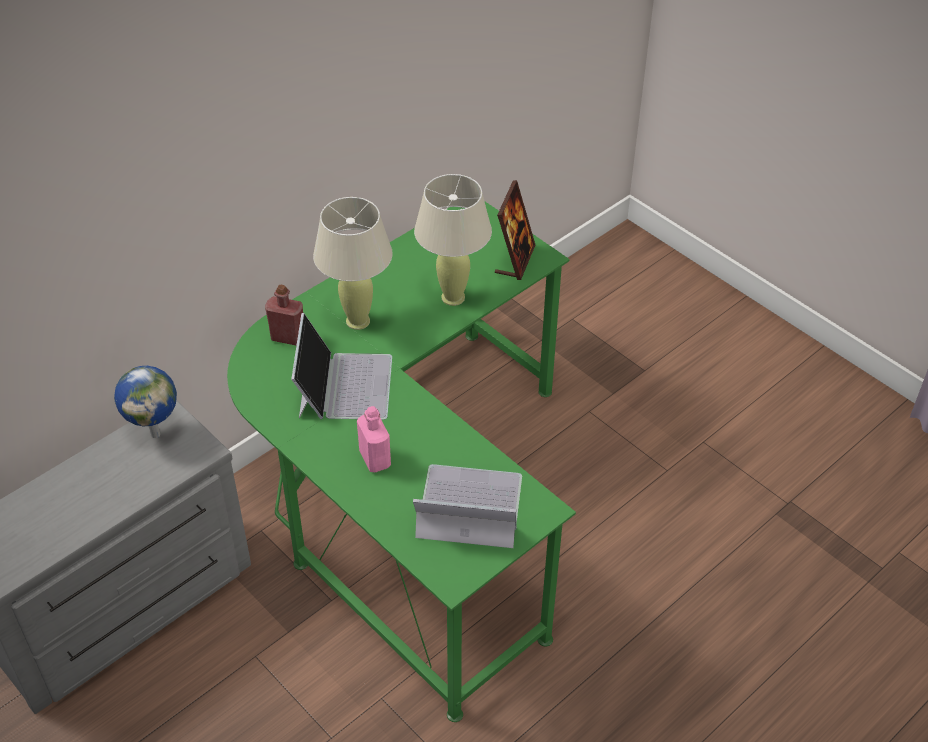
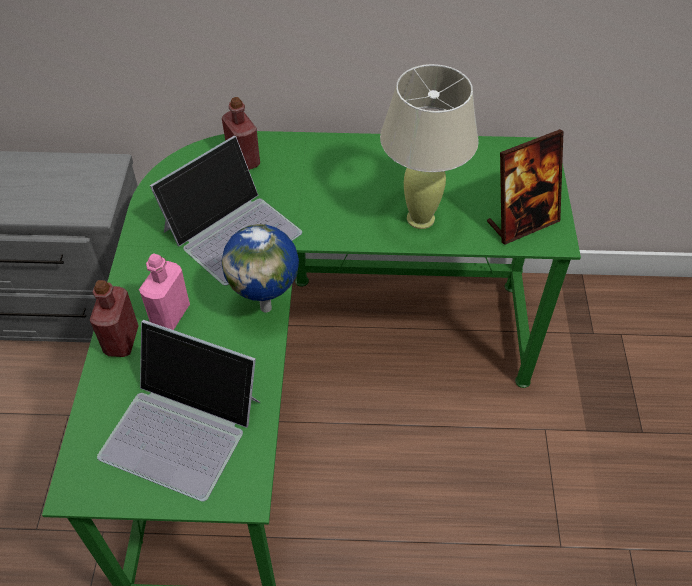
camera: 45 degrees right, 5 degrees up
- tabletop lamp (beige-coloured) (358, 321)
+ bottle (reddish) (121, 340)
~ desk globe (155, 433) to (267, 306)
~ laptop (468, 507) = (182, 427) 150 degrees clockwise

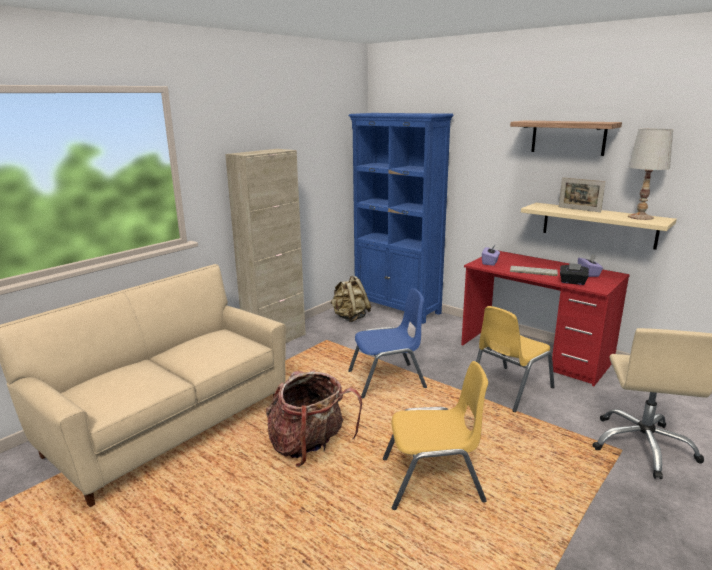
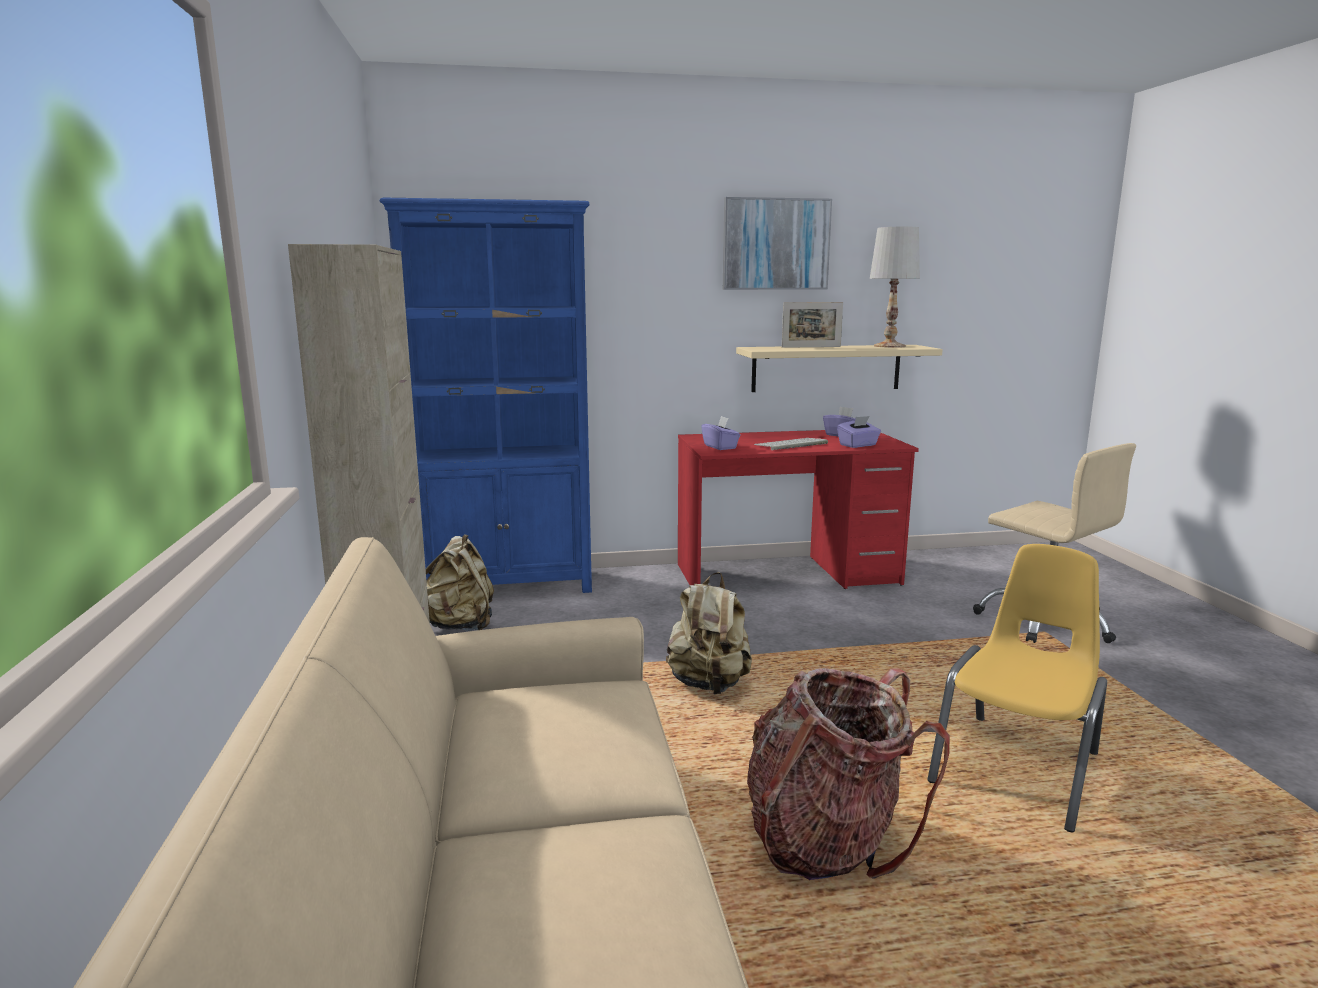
camera: 50 degrees left, 5 degrees down
- plain chair (yellow) (509, 389)
~ plain chair (bluish) (387, 380) to backpack (beige-coloured) (709, 684)
~ wall shelf (568, 137) to wall picture (775, 244)
~ tissue holder (black-coloured) (572, 282) to tissue holder (purplish) (858, 445)

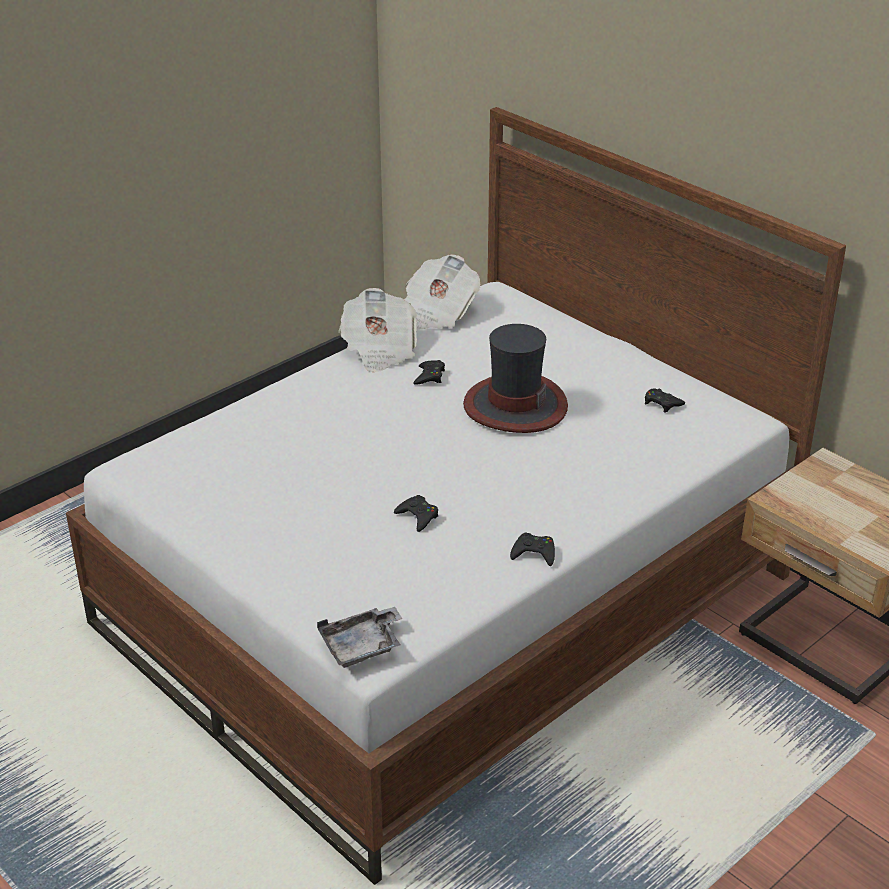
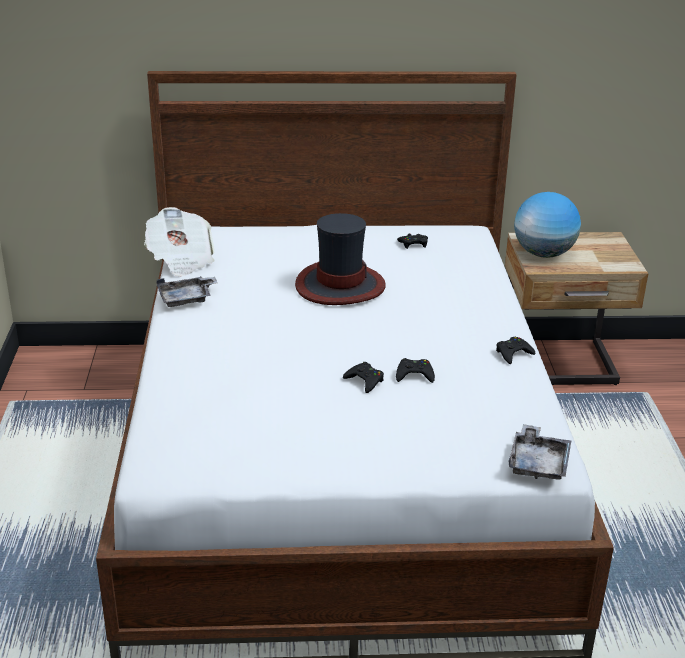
camera: 50 degrees left, 5 degrees down
+ desk globe (543, 254)
~ game controller (black-coloured) (429, 376) to (365, 381)
~ printed paper (379, 350) to serving tray (grey) (186, 299)

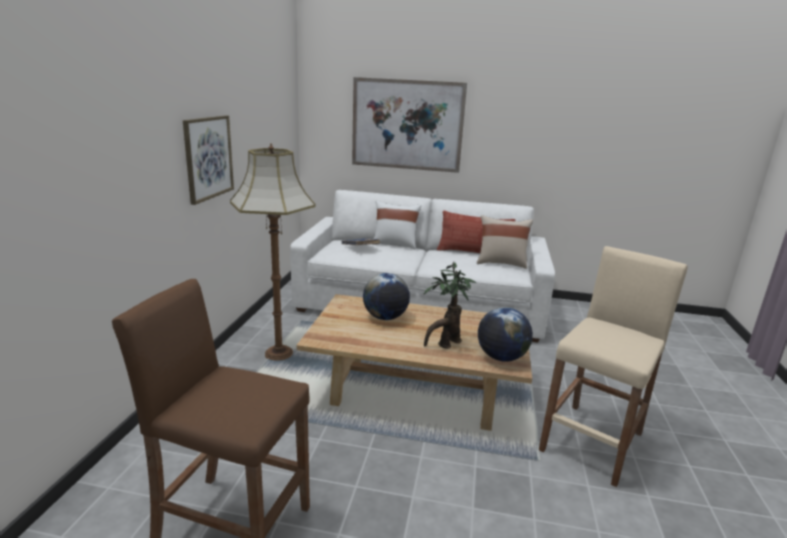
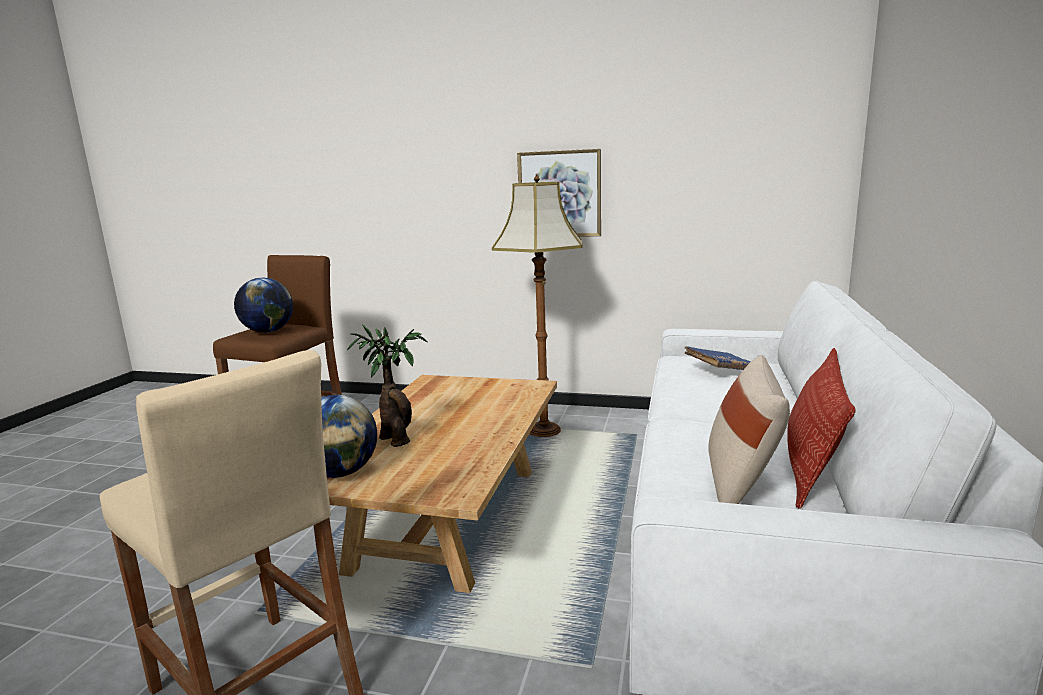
camera: 95 degrees right, 5 degrees down
- wall picture (407, 125)
- pillow (whitish) (395, 244)
~ desk globe (385, 317) to (267, 331)

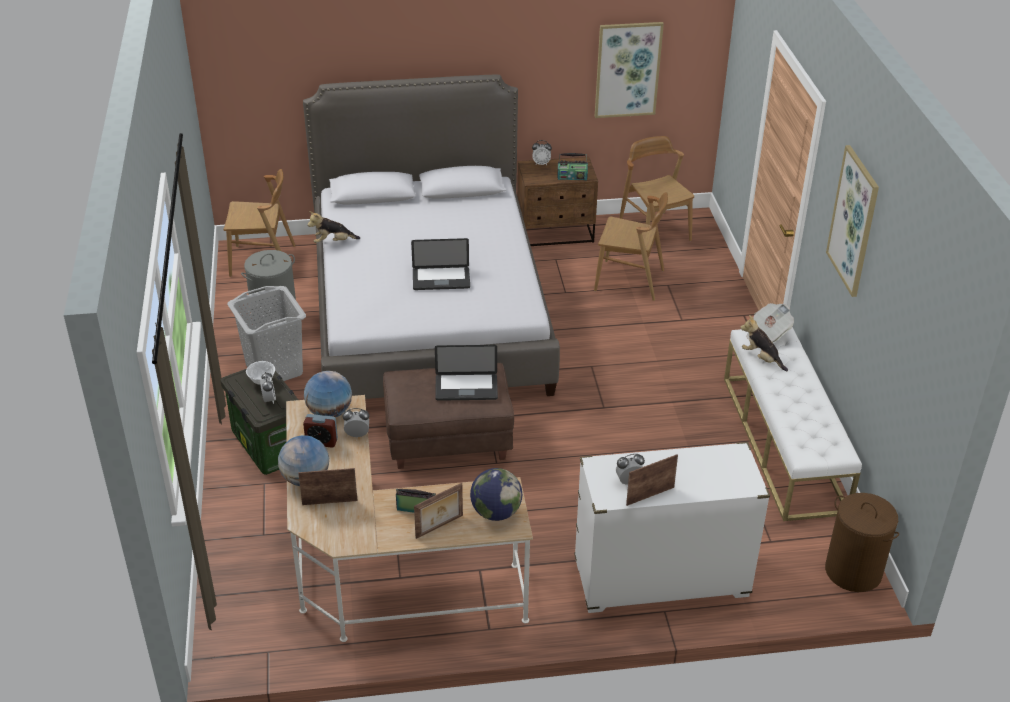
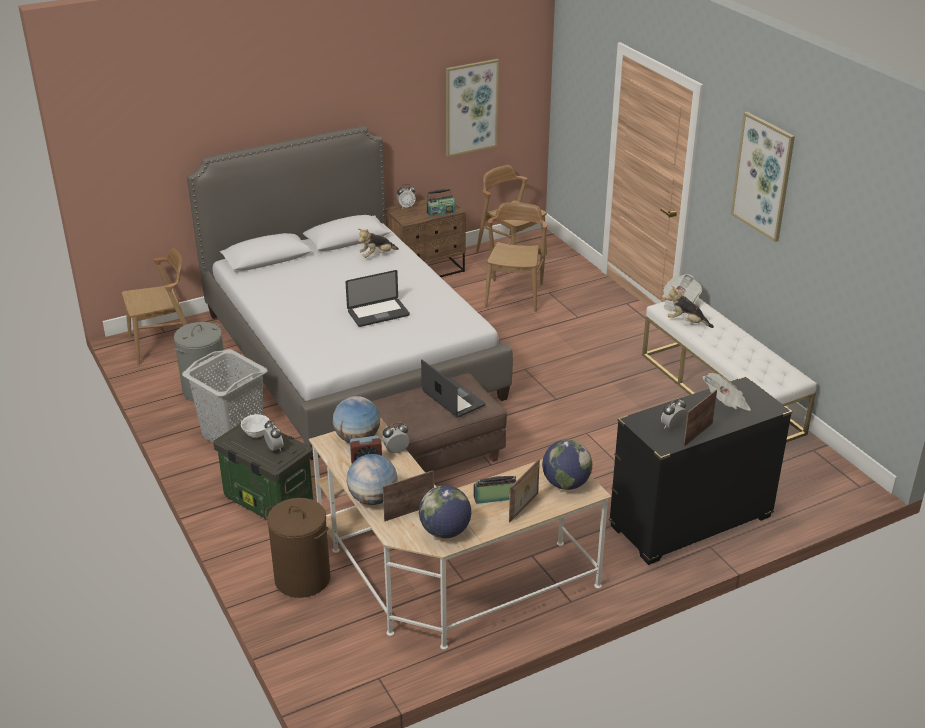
camera: 20 degrees left, 5 degrees down
+ desk globe (445, 531)
+ printed paper (725, 403)
~ cuddly toy (333, 242) to (377, 255)
~ washing basket (brown-coloured) (852, 571) to (302, 578)
~ drawer chest (whitish) (660, 579) to drawer chest (black-coloured) (690, 522)
~ laptop (466, 388) = (453, 398) 105 degrees counterclockwise
~ plain chair (brown-coloured) (629, 280) = (514, 295) 75 degrees counterclockwise

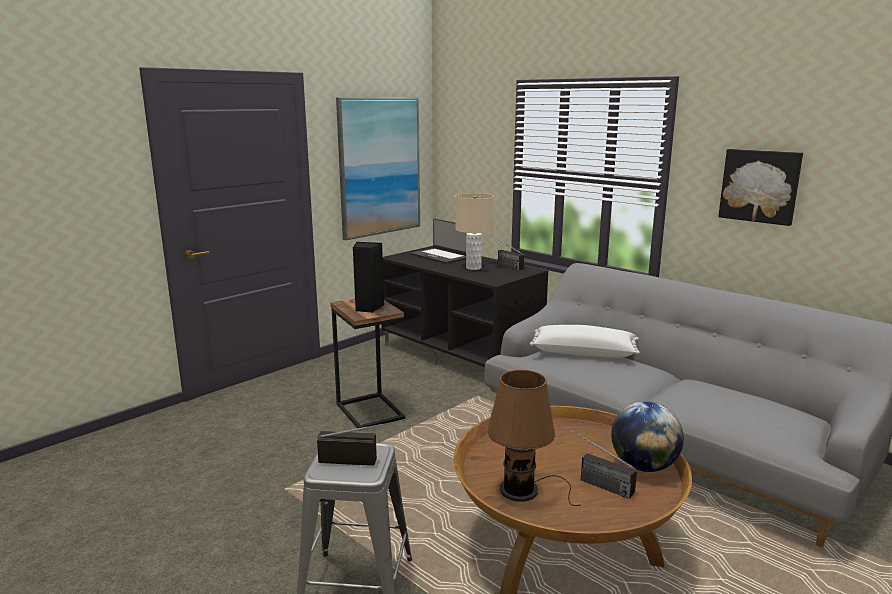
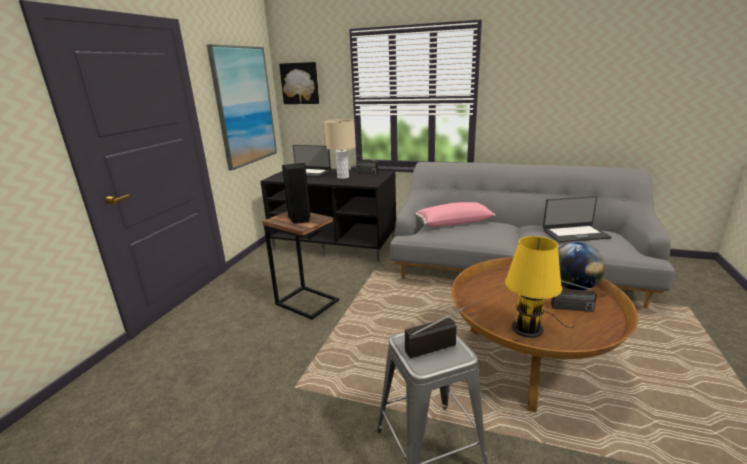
camera: 25 degrees left, 5 degrees up
+ laptop (575, 234)
~ wall picture (760, 186) to (300, 83)
~ tabletop lamp (brown-coloured) (523, 490) to tabletop lamp (yellow) (529, 327)
~ pillow (whitish) (584, 352) to pillow (pink) (454, 222)

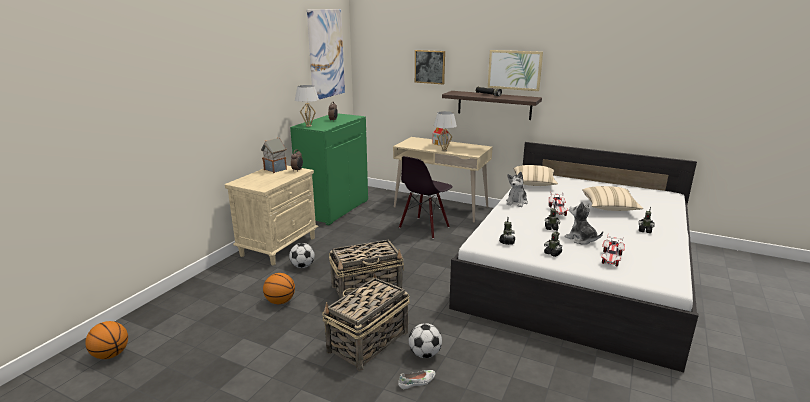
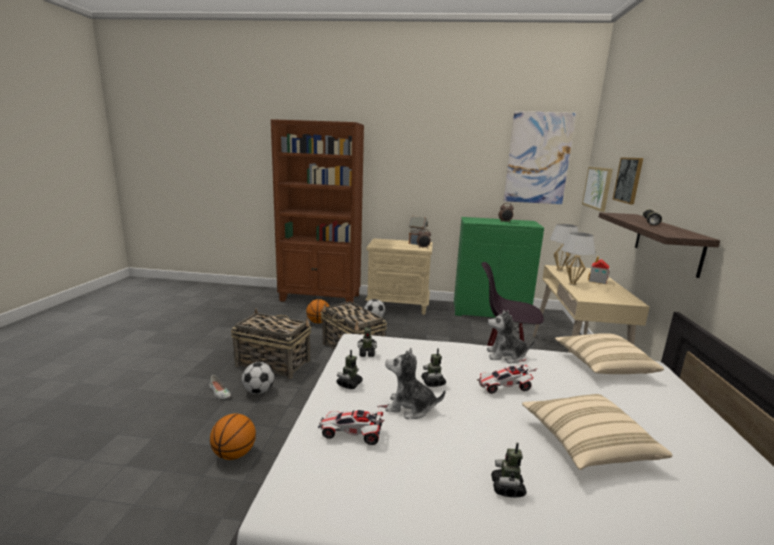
camera: 70 degrees right, 5 degrees down
+ bookshelf (brown-coloured) (321, 298)
~ basketball (111, 354) to (235, 454)
~ tabletop lamp (whitish) (309, 126) to (559, 270)
~ wall picture (514, 70) to (597, 188)
~ cuddly toy (581, 239) = (410, 407) 105 degrees counterclockwise

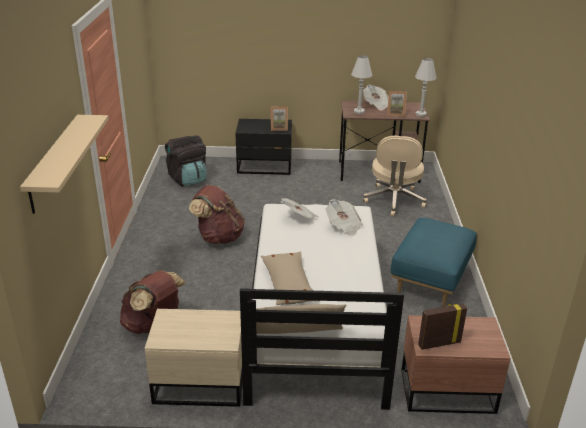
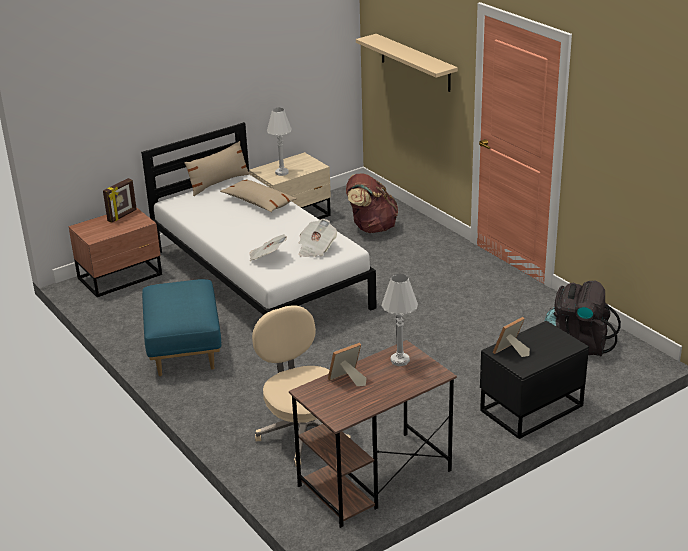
camera: 145 degrees right, 0 degrees up
- backpack (brown-coloured) (219, 237)
- printed paper (376, 105)
~ tabletop lamp (whitish) (421, 114) to (282, 173)

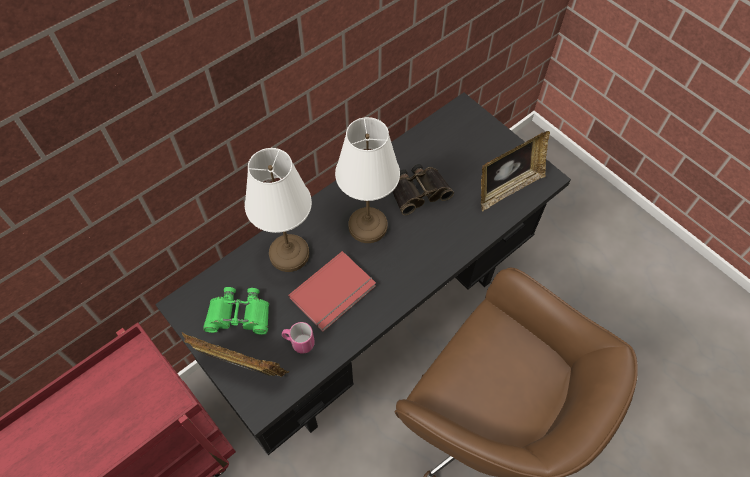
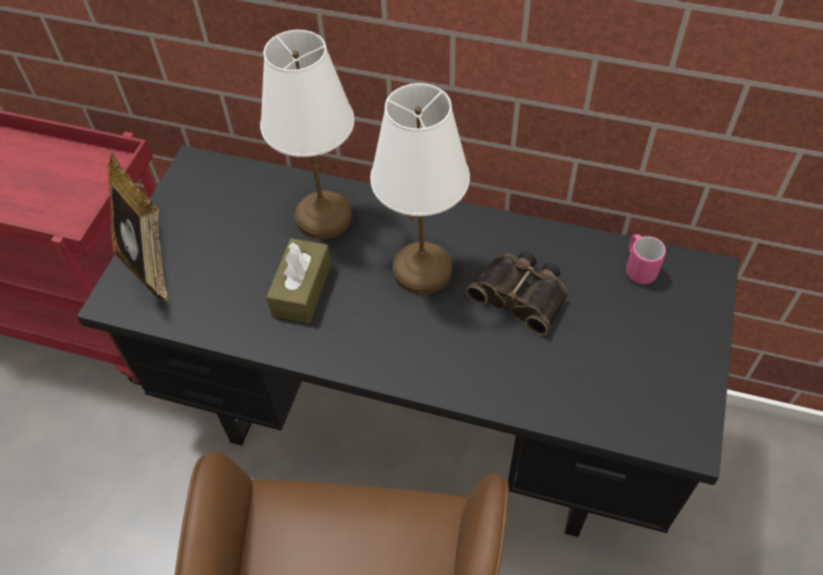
camera: 60 degrees right, 5 degrees down
- pair of binoculars (green) (239, 315)
- standing frame (507, 188)
~ coffee mug (pink) (299, 342) to (638, 268)
~ book (reddish) (334, 293) to tissue holder (brown-coloured) (302, 289)

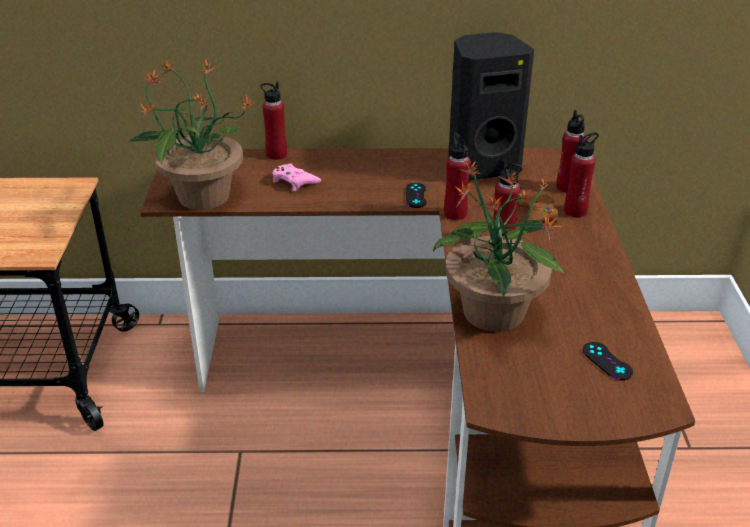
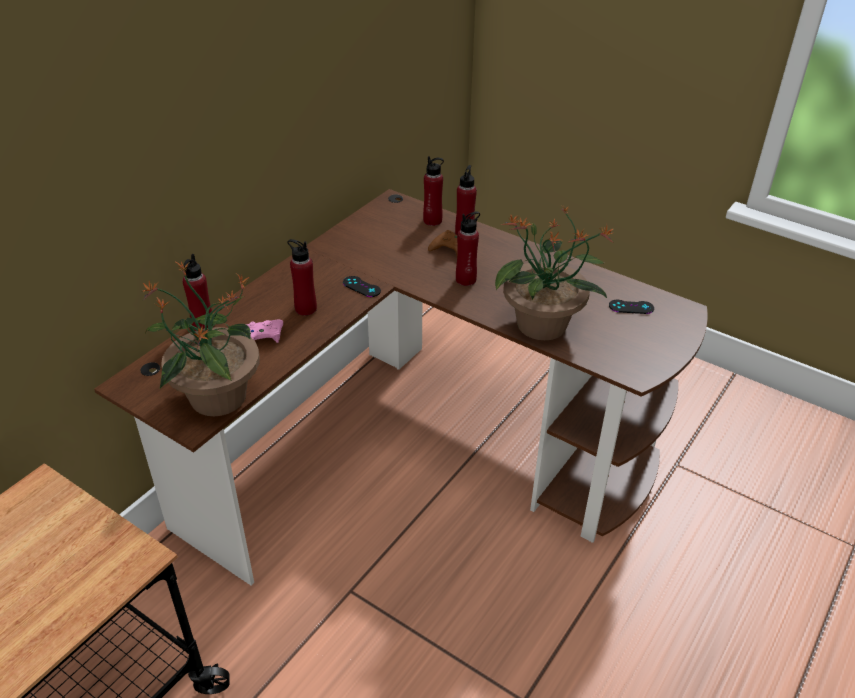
camera: 55 degrees left, 5 degrees up
- loudspeaker (black-coloured) (481, 166)
~ bottle (reddish) (455, 214) to (305, 309)

